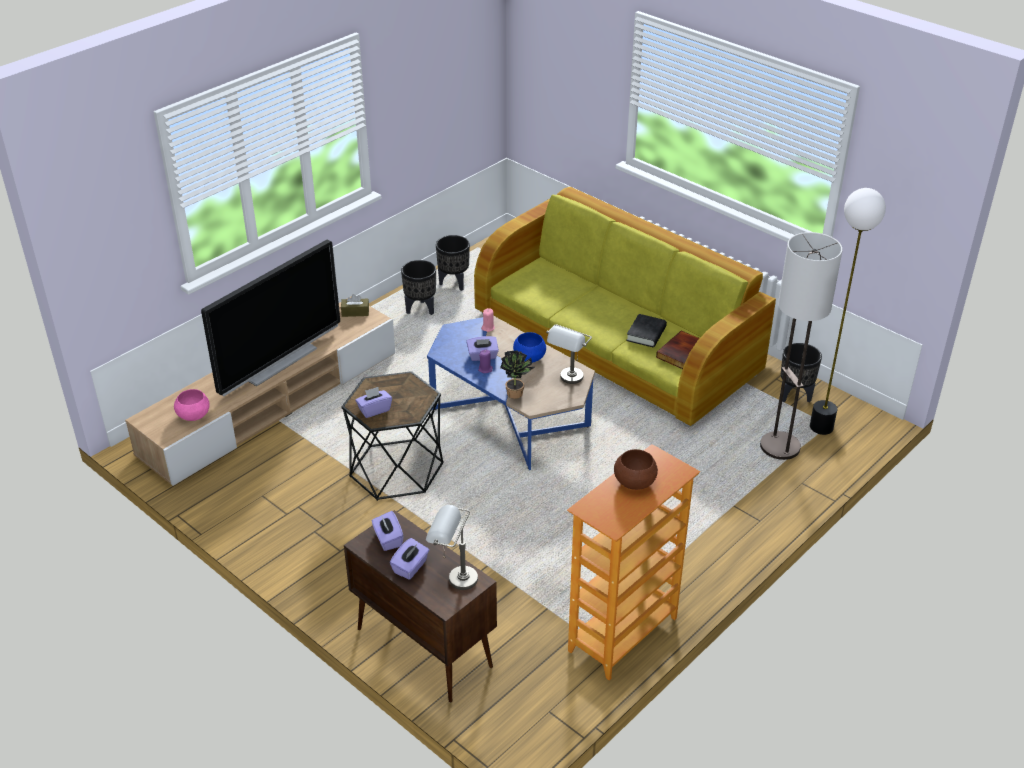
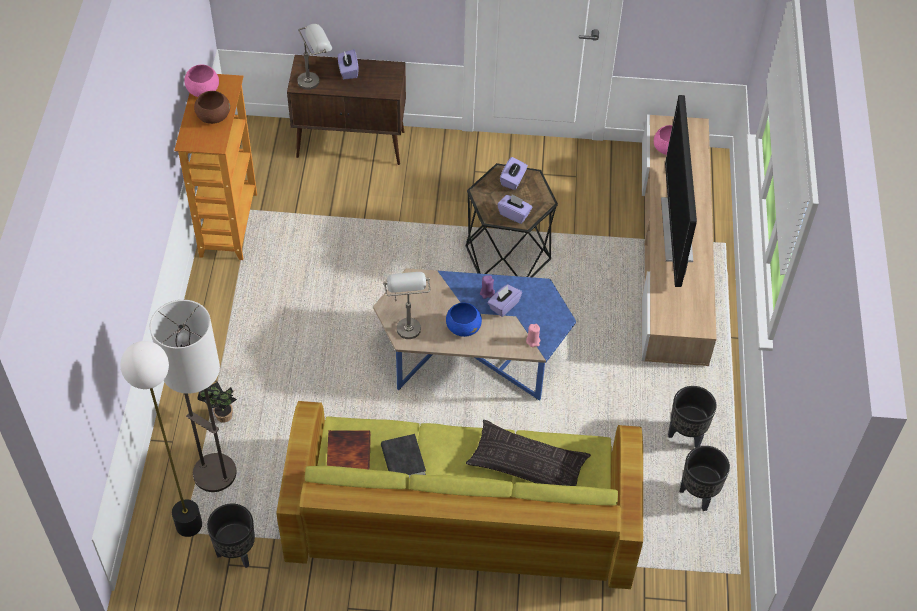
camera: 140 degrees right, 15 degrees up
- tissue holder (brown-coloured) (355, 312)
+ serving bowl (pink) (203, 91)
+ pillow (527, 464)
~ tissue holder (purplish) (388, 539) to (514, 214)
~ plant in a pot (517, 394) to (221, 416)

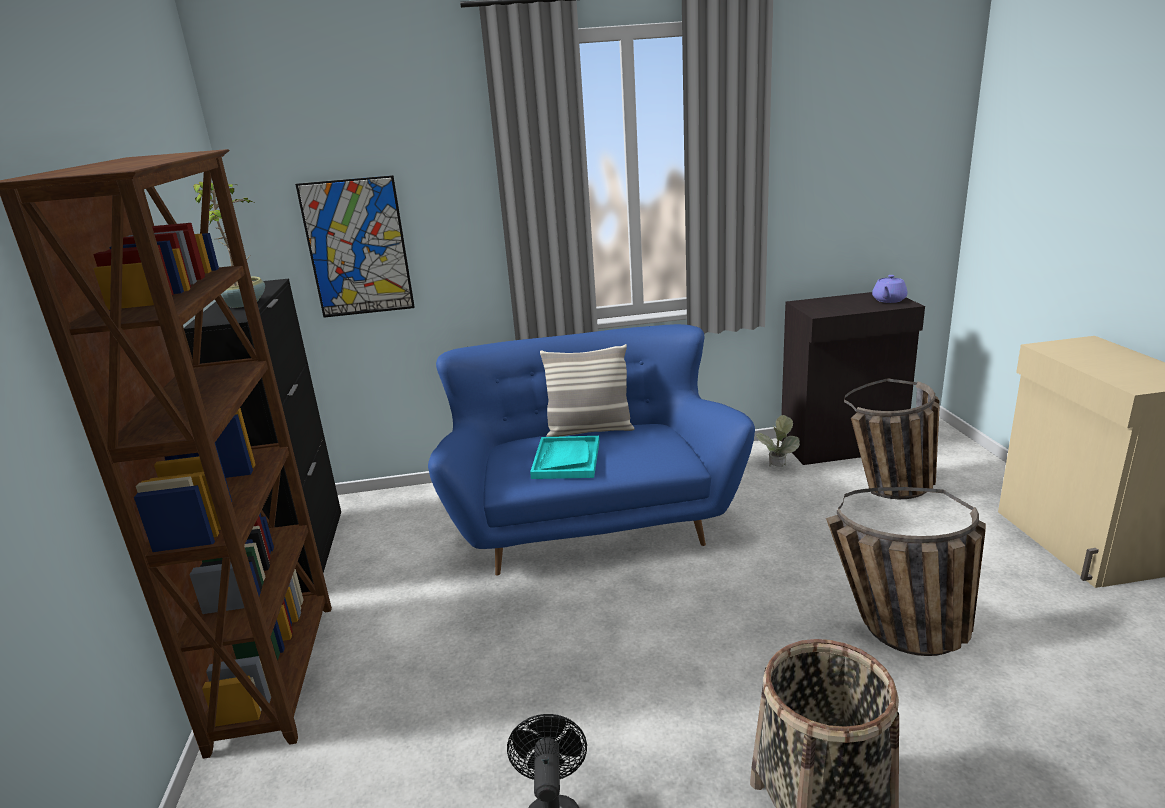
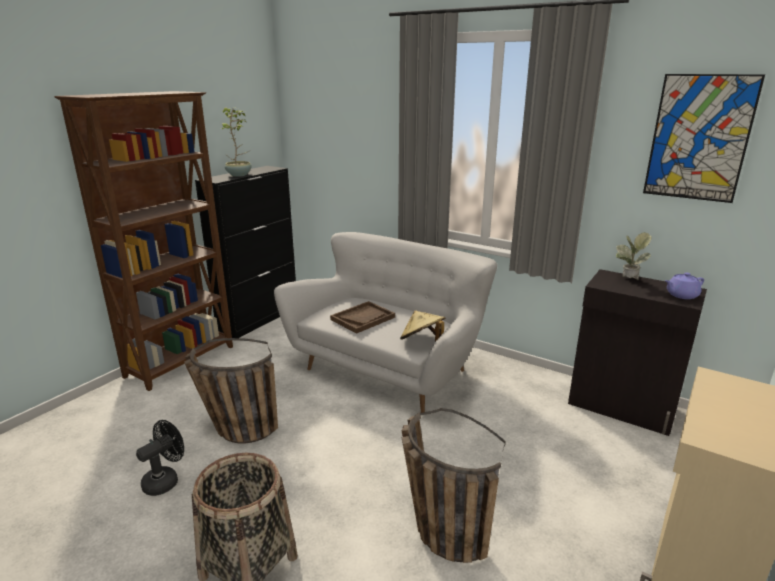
camera: 40 degrees right, 0 degrees up
- pillow (589, 431)
+ hat (beige-coloured) (422, 342)
~ wall picture (357, 248) to (699, 138)
~ plant in a pot (777, 469) to (627, 280)
~ household basket (892, 492) to (233, 430)
~ couch (bluish) (590, 520) to couch (whitish) (389, 368)
~ serving tray (turquoise) (566, 459) to serving tray (brown-coloured) (363, 318)

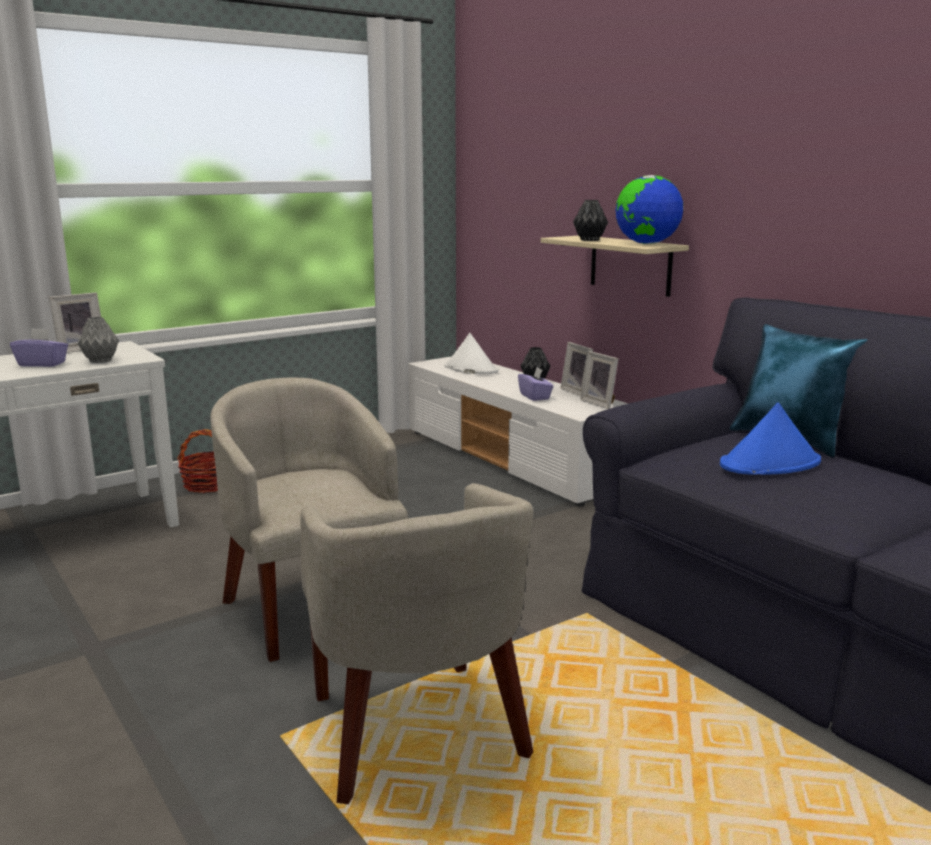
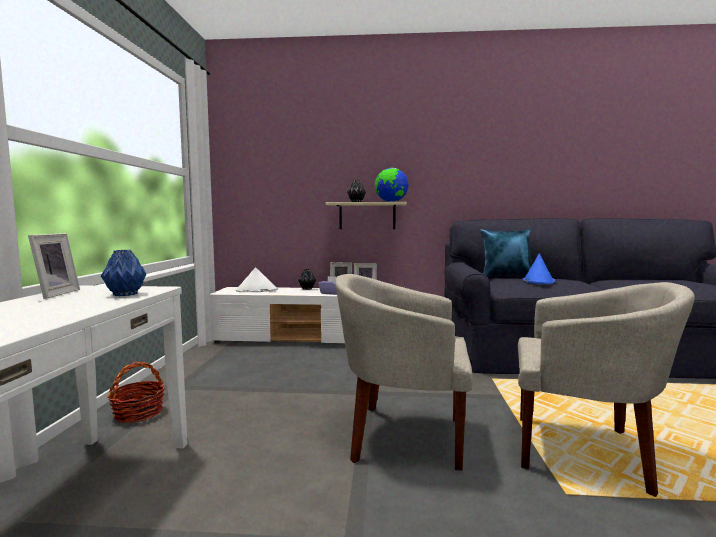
camera: 50 degrees left, 10 degrees down
- tissue holder (purplish) (42, 364)
~ decorative vase (grey) (101, 361) to decorative vase (bluish) (125, 294)

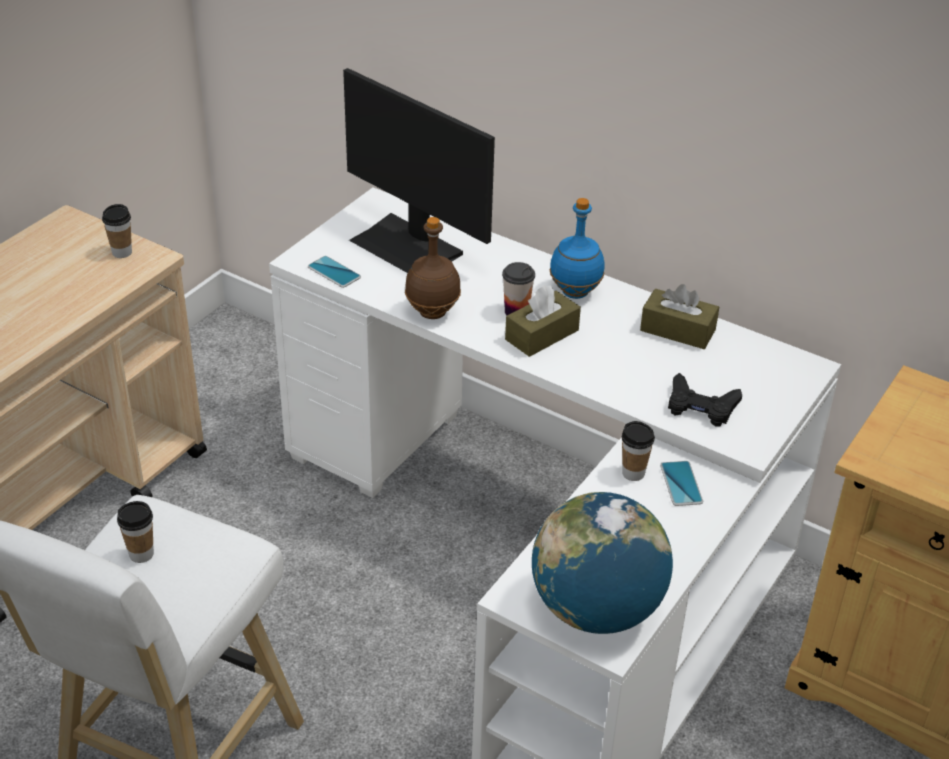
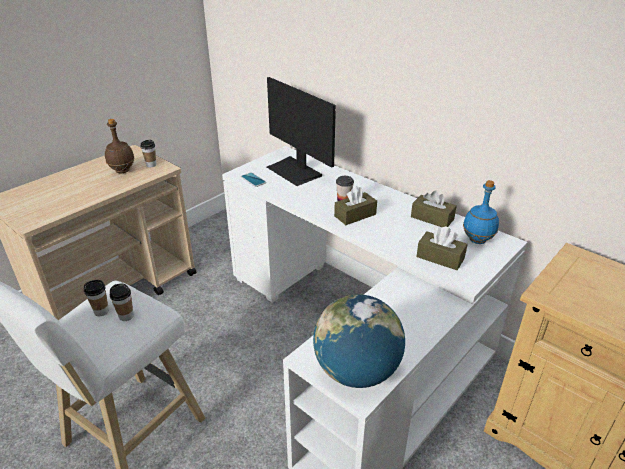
camera: 10 degrees right, 5 degrees down
- handset (681, 484)
~ bottle (brown-coloured) (433, 312) to (123, 171)
~ bottle (bluish) (575, 293) to (477, 240)
~ drinking cup (633, 473) to (126, 316)
~ game controller (black-coloured) (701, 406) to tissue holder (brown-coloured) (440, 258)

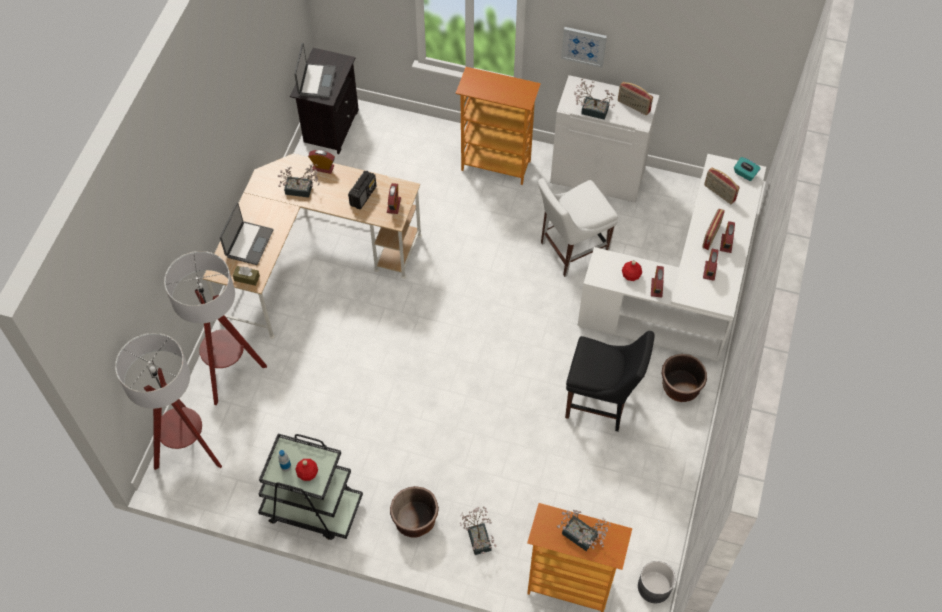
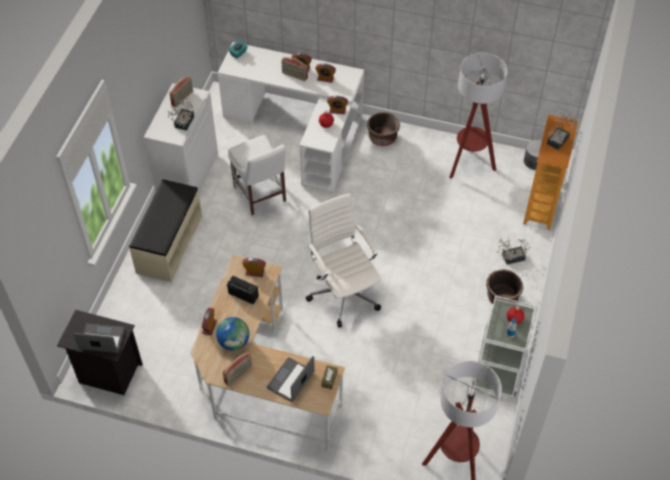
camera: 90 degrees left, 5 degrees down
- wall picture (584, 46)
- plain chair (black-coloured) (601, 404)
+ office chair (whitish) (343, 292)
~ floor lamp (230, 373) to (469, 164)
~ radio set (719, 193) to (238, 374)
~ plant in a pot (302, 190) to desk globe (234, 342)
~ bookshelf (496, 165) to long seat (beige-coloured) (169, 244)
~ wheeled cart (black-coloured) (311, 508) to wheeled cart (whitish) (499, 367)
~ laptop (248, 243) = (291, 381) 75 degrees counterclockwise

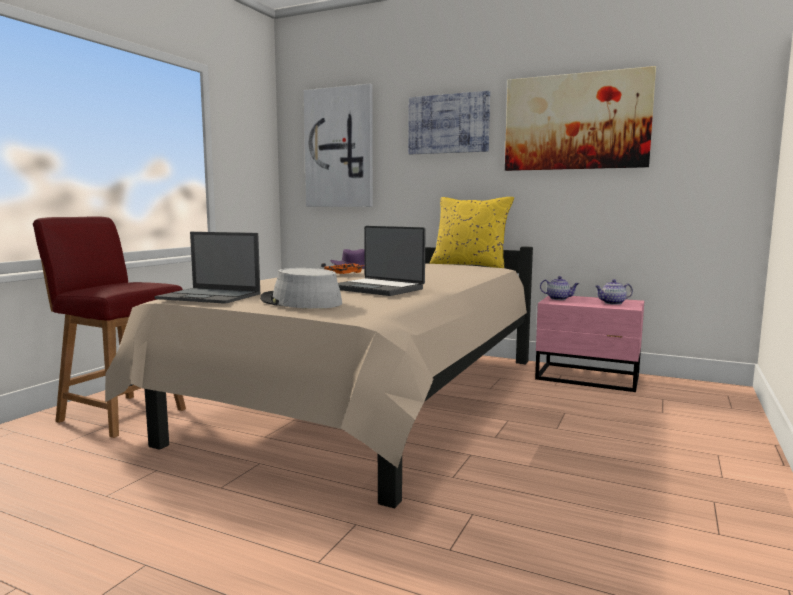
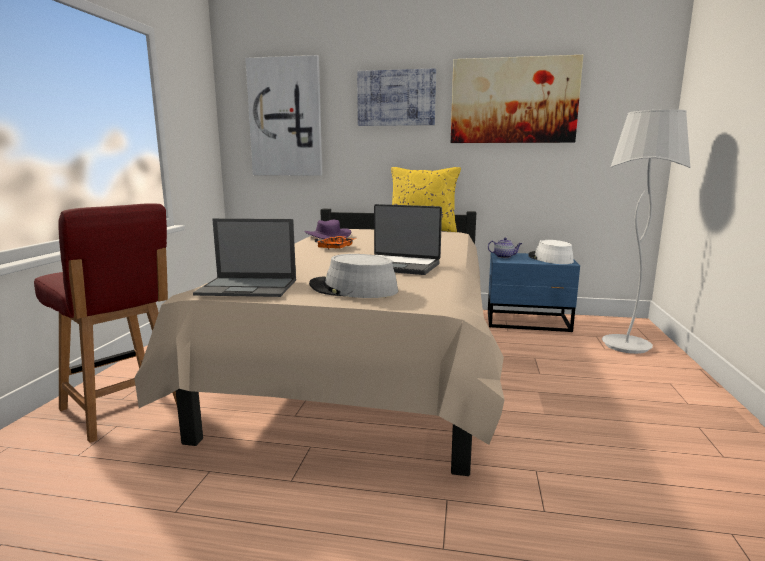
camera: 15 degrees left, 5 degrees up
+ floor lamp (whitish) (626, 346)
~ teapot (612, 303) to hat (whitish) (550, 259)
~ bedside table (pink) (589, 378) to bedside table (bluish) (529, 322)
~ plain chair (reddish) (120, 414) = (123, 409) 150 degrees counterclockwise

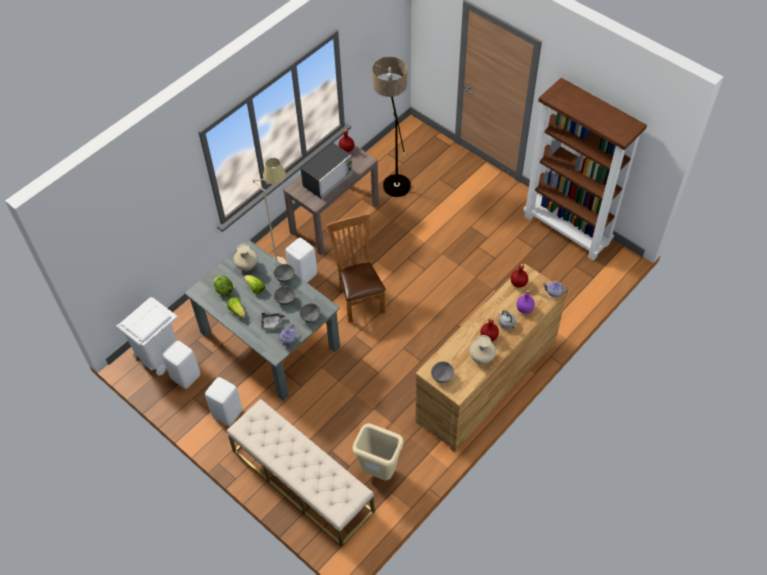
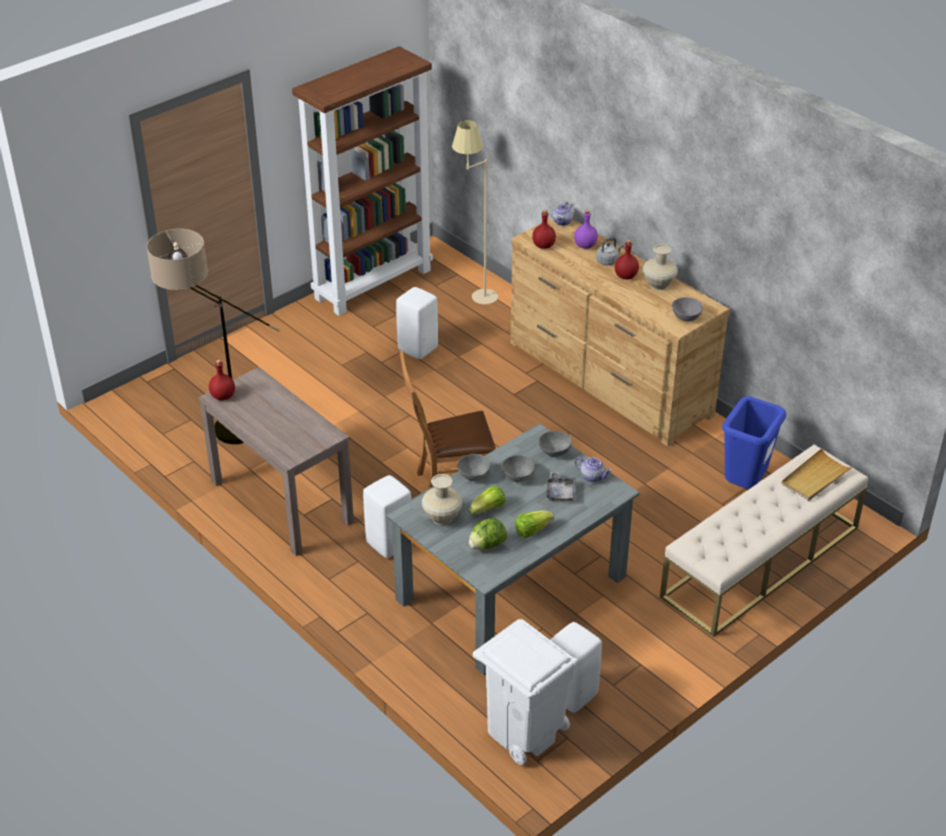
camera: 85 degrees left, 15 degrees down
- microwave oven (328, 180)
+ serving tray (beige-coloured) (815, 477)
~ stool (whitish) (227, 413) to (418, 349)
~ floor lamp (beige-coloured) (282, 258) to (474, 292)
~ trash can (beige-coloured) (379, 472) to trash can (bluish) (744, 485)

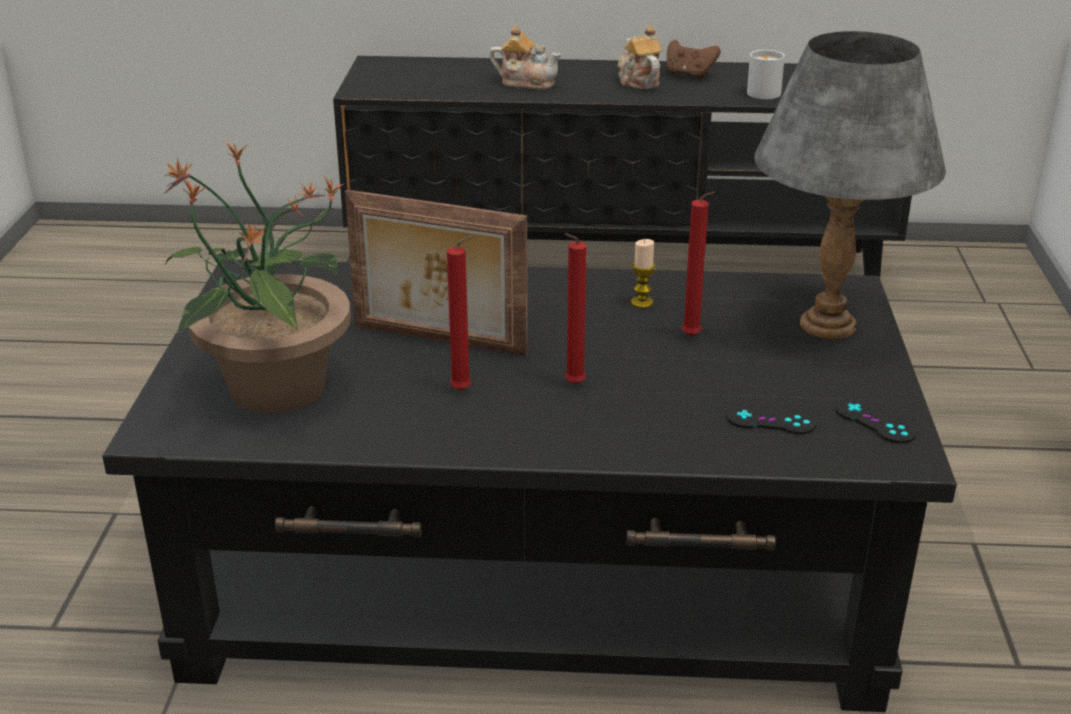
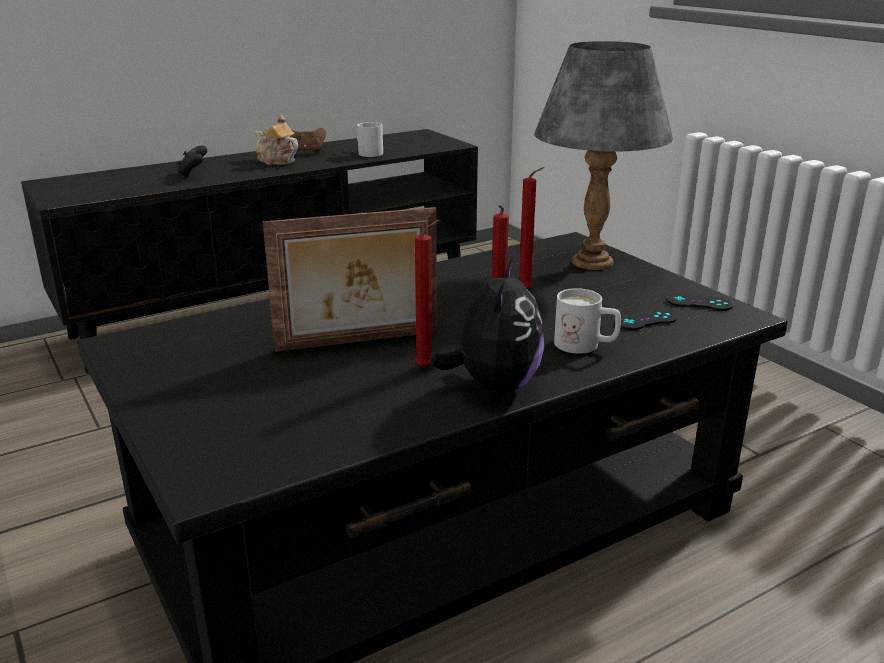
camera: 35 degrees left, 5 degrees down
- plant in a pot (275, 390)
- candle (642, 303)
+ cuddly toy (494, 386)
+ coffee mug (whitish) (586, 346)
~ teapot (526, 82) to game controller (black-coloured) (193, 174)

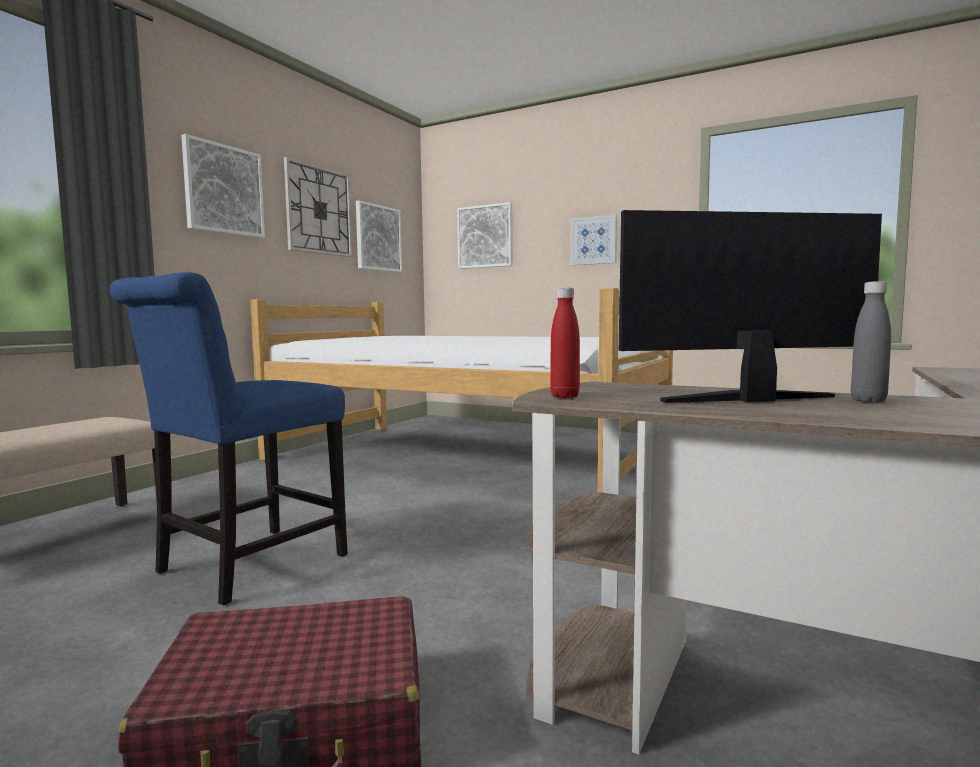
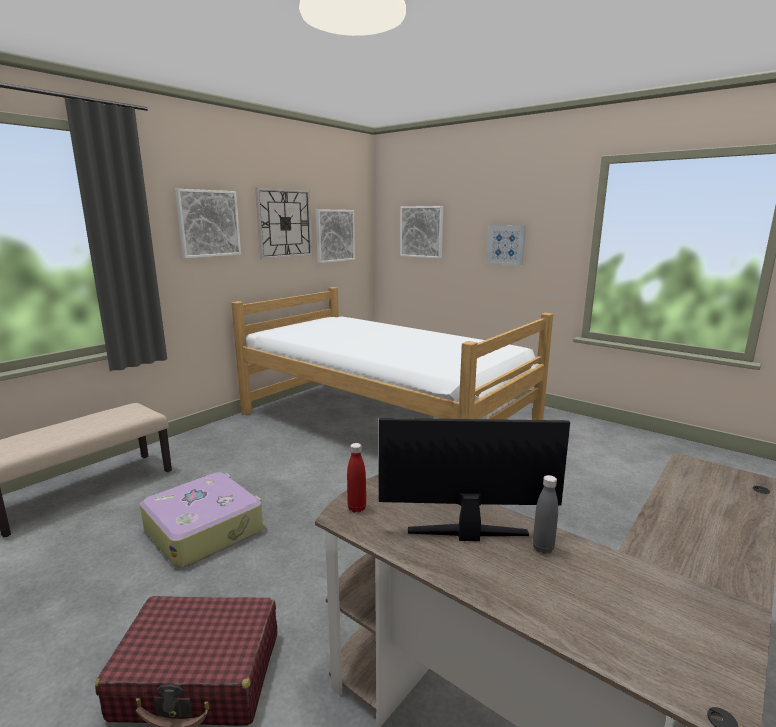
camera: 10 degrees right, 10 degrees up
~ plain chair (bluish) (244, 567) to travel case (205, 529)

